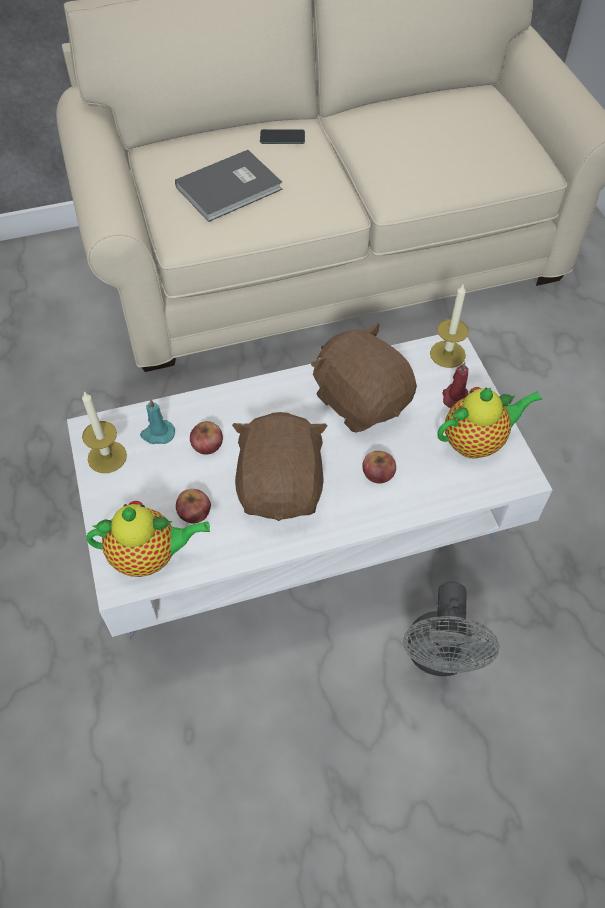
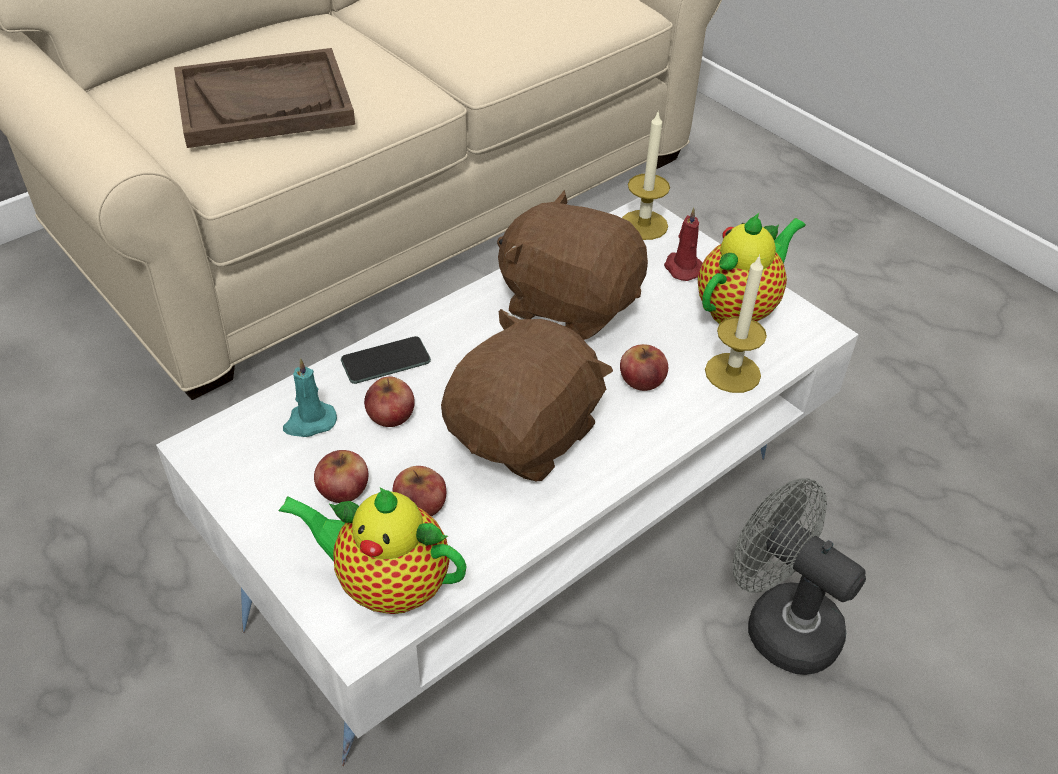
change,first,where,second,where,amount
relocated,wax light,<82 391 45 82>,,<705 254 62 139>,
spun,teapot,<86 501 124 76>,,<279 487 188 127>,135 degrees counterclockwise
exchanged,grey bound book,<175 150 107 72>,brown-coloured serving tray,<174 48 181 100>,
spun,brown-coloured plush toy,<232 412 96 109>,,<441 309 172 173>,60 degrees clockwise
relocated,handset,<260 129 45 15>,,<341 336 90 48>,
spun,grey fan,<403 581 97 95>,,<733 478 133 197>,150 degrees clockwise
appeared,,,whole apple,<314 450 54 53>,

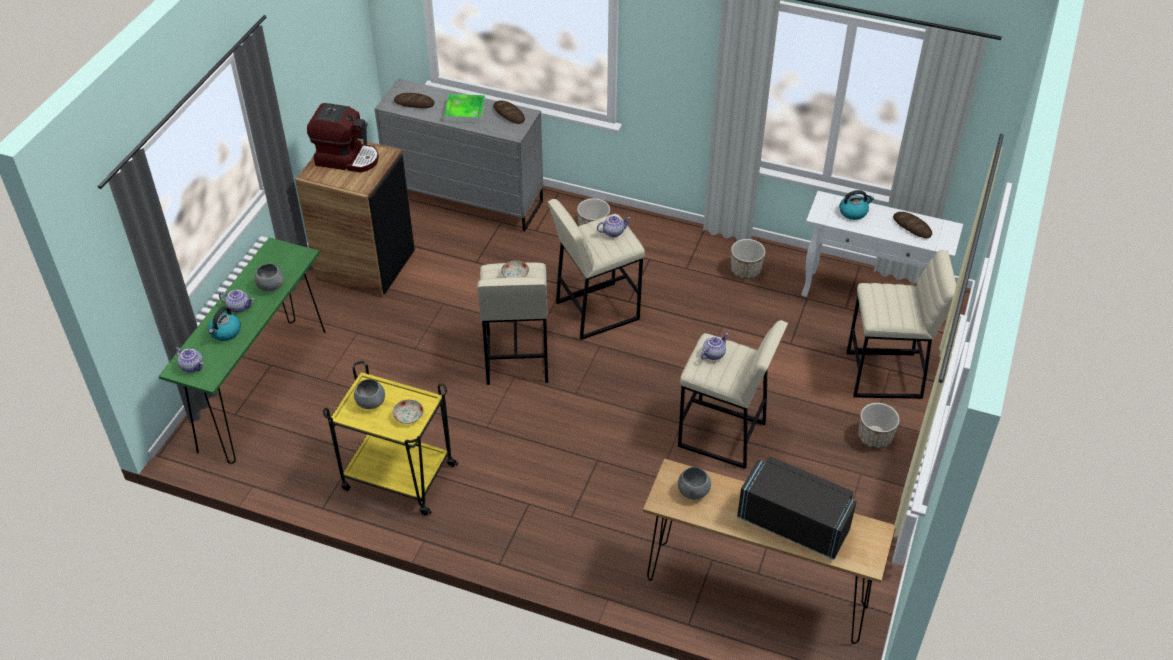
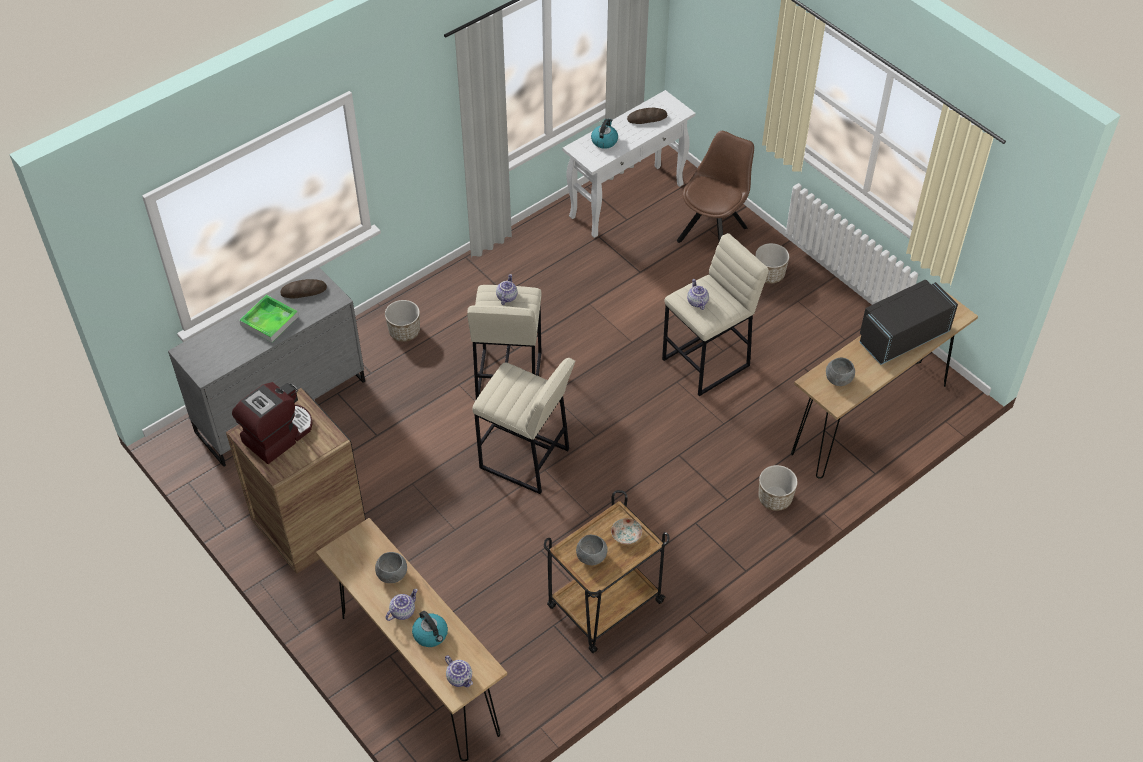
change,first,where,second,where,amount
colour,green hall table,<159 237 167 227>,brown-coloured hall table,<316 518 191 243>,
spun,teapot,<175 347 28 26>,,<445 655 28 32>,75 degrees clockwise
colour,yellowish cart,<323 361 135 155>,brown-coloured cart,<544 490 125 163>,
missing,baked bread,<394 93 41 15>,,,
missing,plate,<501 261 28 17>,,,
relocated,flower pot,<731 239 34 40>,,<758 465 40 46>,
exchanged,beige-coloured stool seat,<847 250 109 149>,brown-coloured plain chair,<677 131 77 112>,

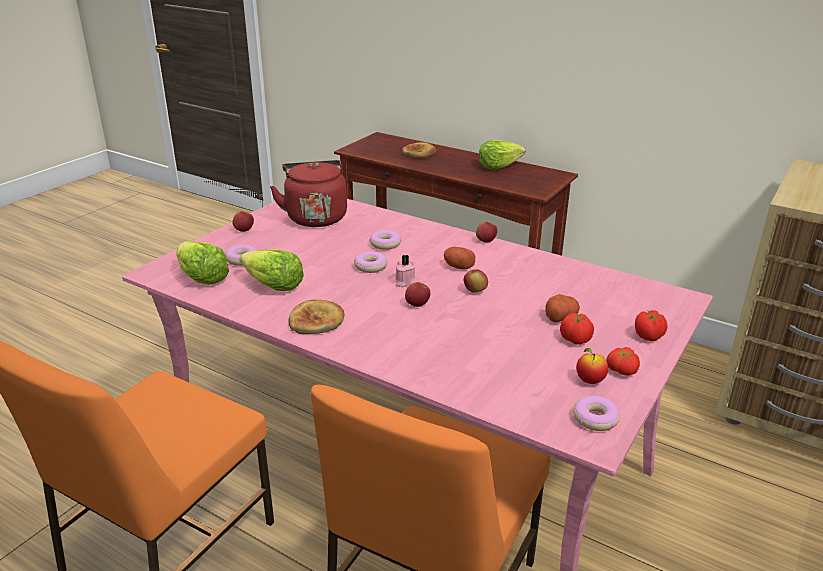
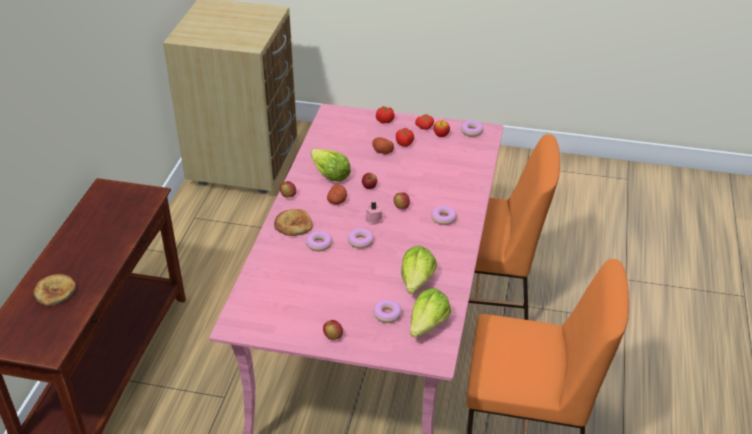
change,first,where,second,where,amount
missing,red-coloured tea kettle,<270 160 77 67>,,,
relocated,baked bread,<289 300 55 34>,,<274 209 39 27>,
relocated,lettuce,<479 140 47 30>,,<310 149 41 33>,
appeared,,,ring doughnut,<431 206 26 19>,

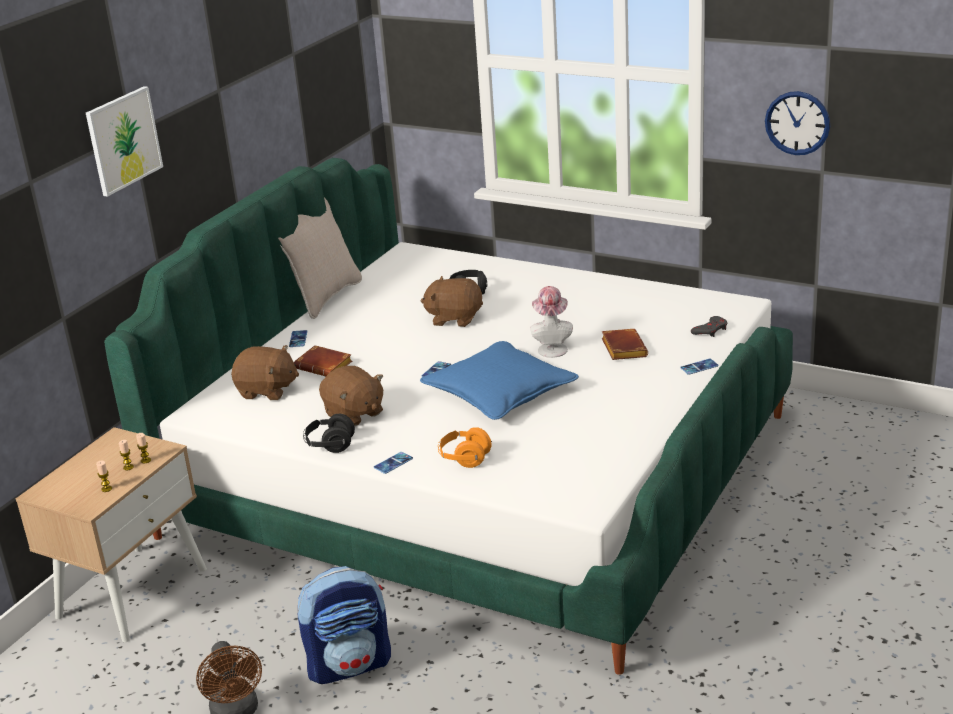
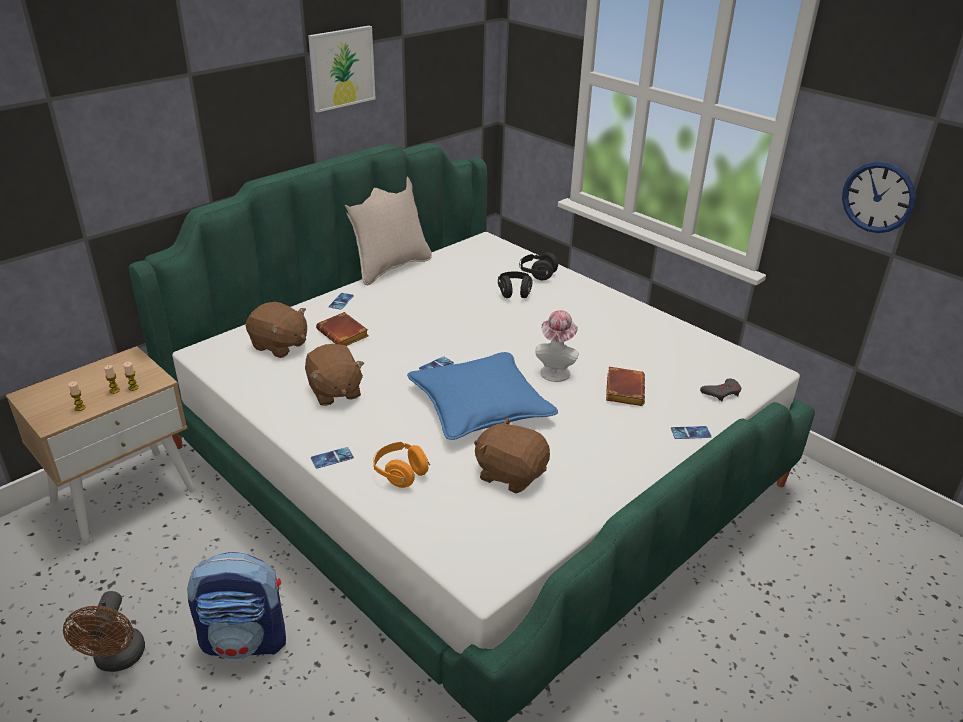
change,first,where,second,where,amount
relocated,picture,<86 86 77 111>,,<308 26 67 87>,
relocated,black-coloured pair of headphones,<303 414 52 39>,,<519 252 39 28>,
relocated,brown-coloured plush toy,<421 276 62 51>,,<474 417 76 76>,

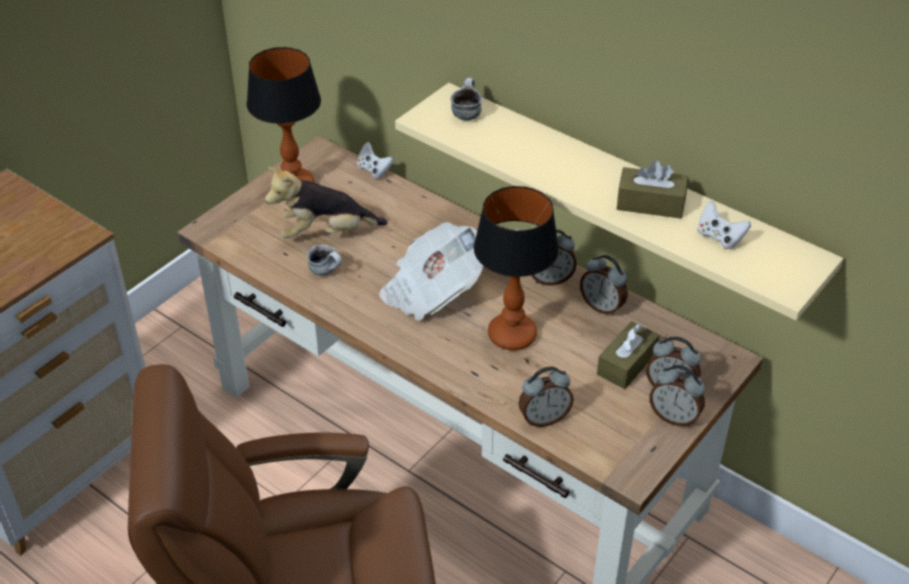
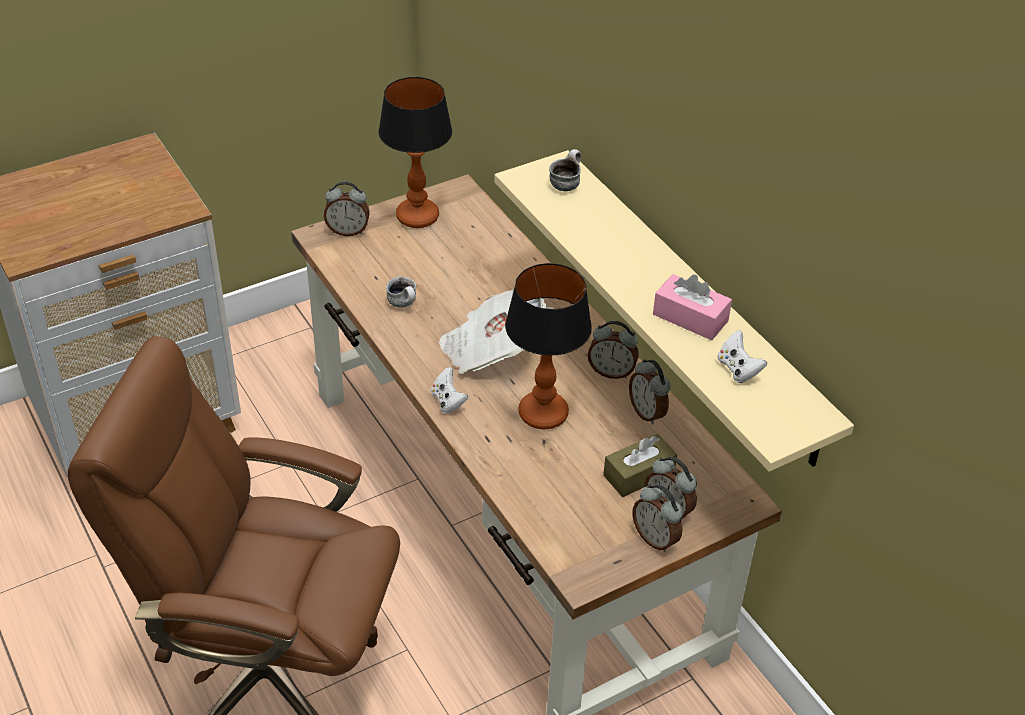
change,first,where,second,where,amount
missing,plush toy,<265 167 123 71>,,,
relocated,whitish game controller,<357 142 37 37>,,<431 367 37 47>,
relocated,bedside clock,<518 367 56 60>,,<324 182 46 54>,
colour,brown-coloured box of tissues,<617 161 71 57>,pink box of tissues,<653 274 79 66>,

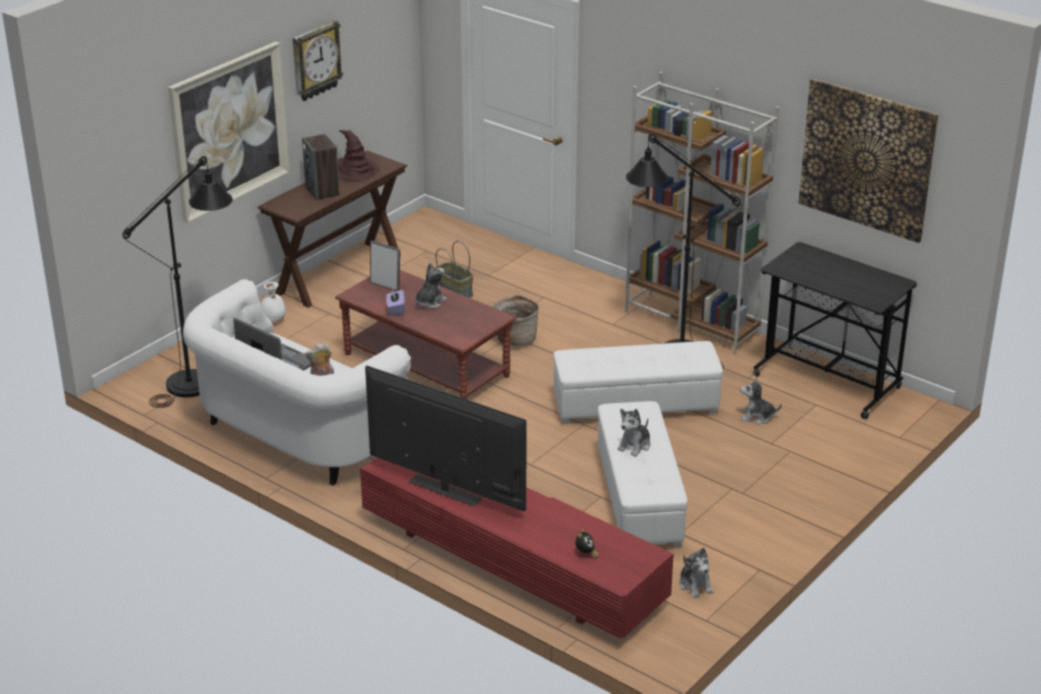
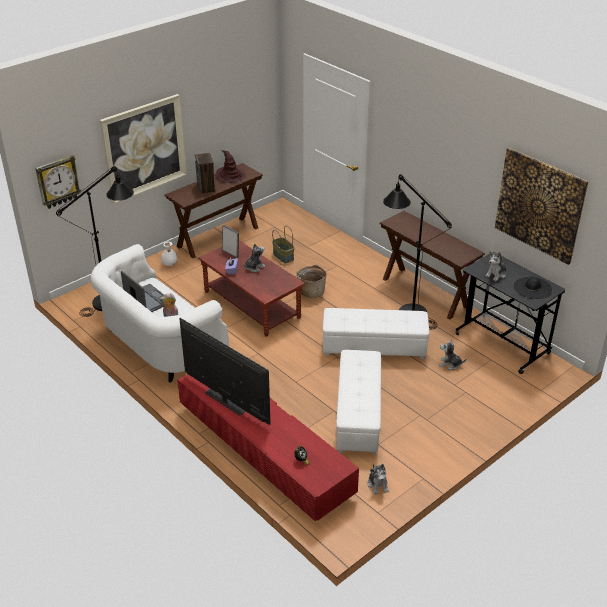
change,first,where,second,where,amount
relocated,clock on the wall,<293 20 50 81>,,<35 155 46 54>,
relocated,plush toy,<617 409 34 48>,,<485 251 21 30>,
exchanged,brown-coloured bookcase,<625 72 154 282>,brown-coloured hall table,<379 211 106 108>,
appeared,,,black-coloured wearable hat,<514 277 38 22>,

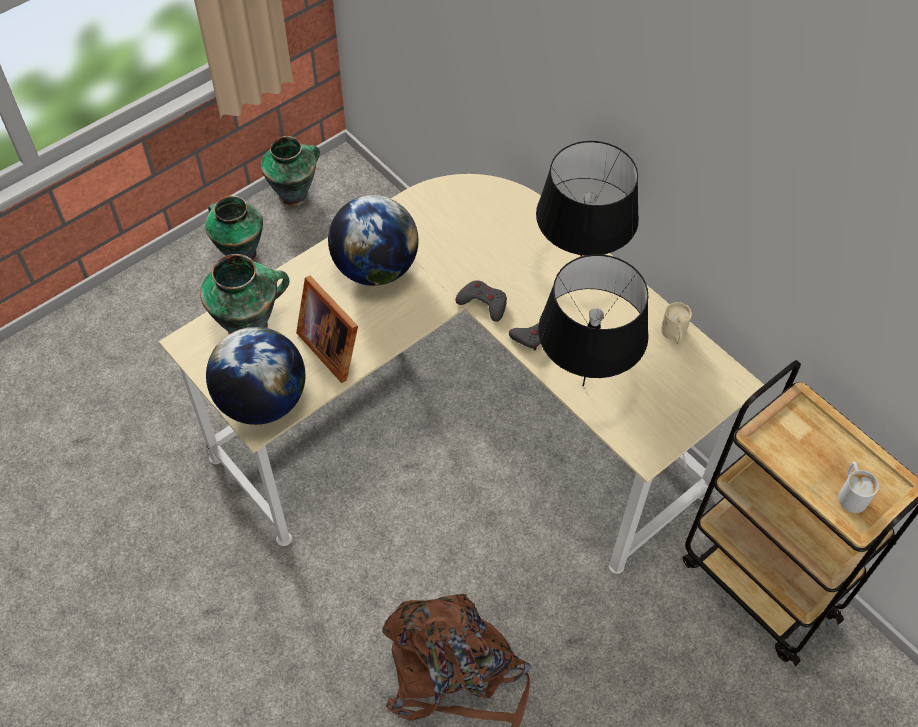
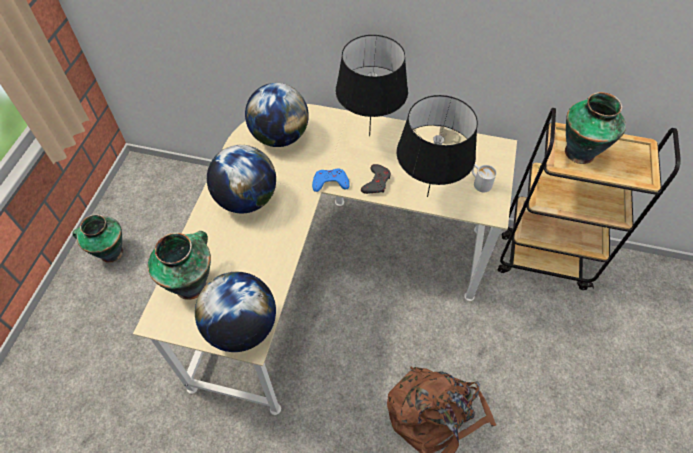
change,first,where,second,where,amount
relocated,decorative vase,<261 136 59 70>,,<565 92 61 72>,
missing,photo frame,<296 276 62 107>,,,
colour,grey game controller,<455 280 52 42>,blue game controller,<312 169 38 23>,
relocated,whitish mug,<838 462 41 51>,,<471 164 26 28>,
appeared,,,desk globe,<245 83 64 64>,

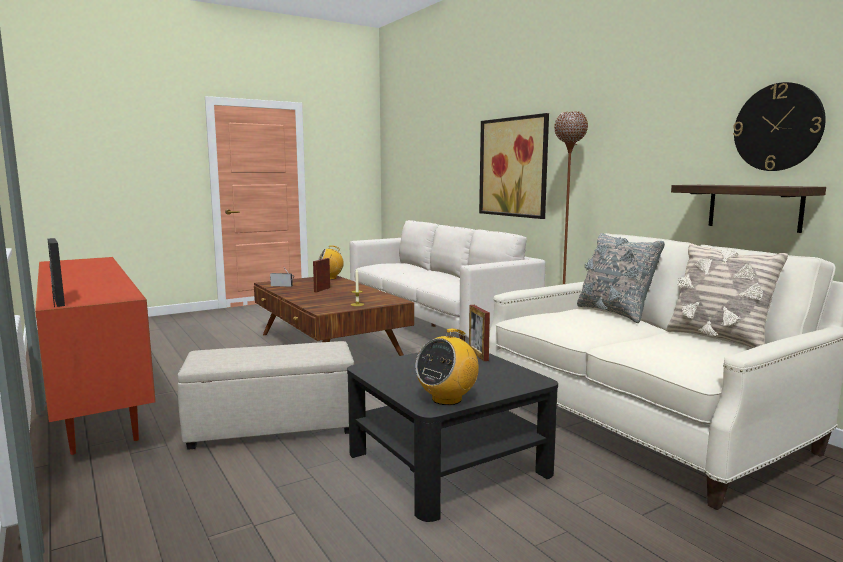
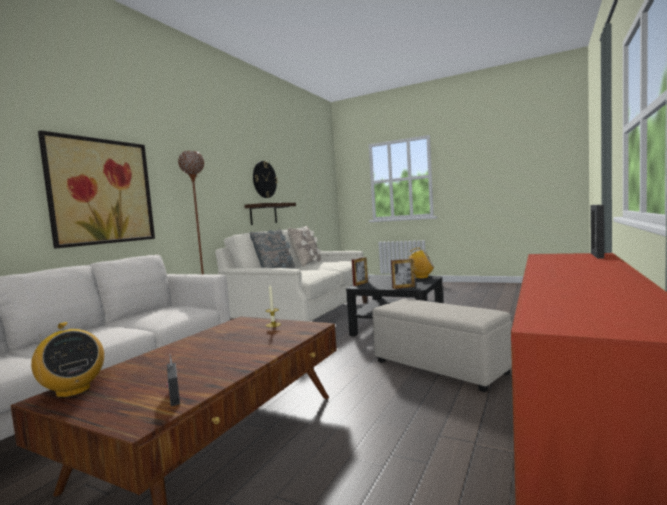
change,first,where,second,where,amount
relocated,photo frame,<313 258 17 35>,,<391 259 24 30>,

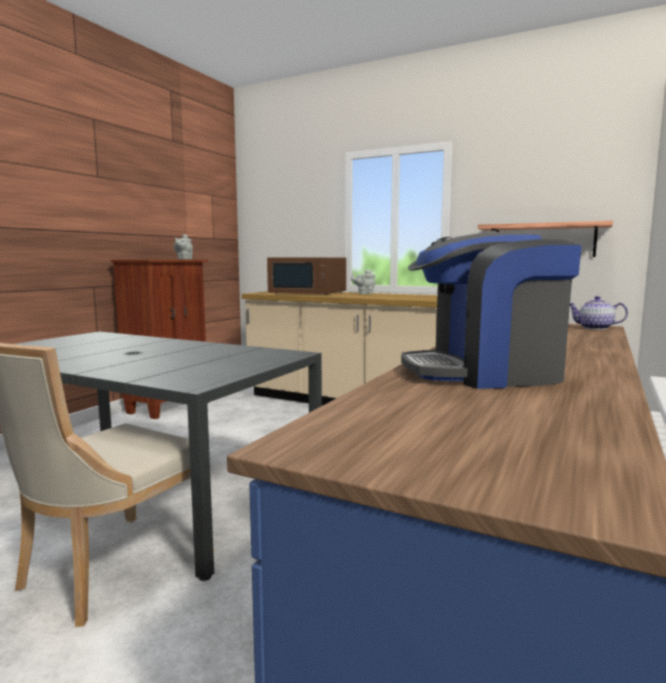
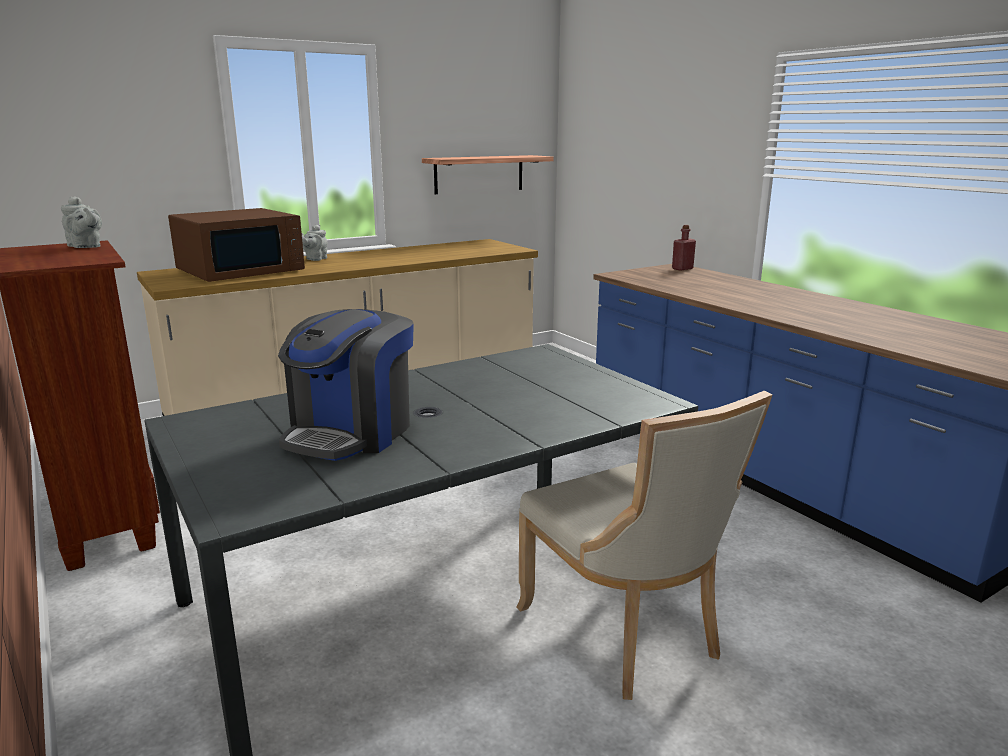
change,first,where,second,where,amount
relocated,coffee brewer,<401 232 180 157>,,<278 309 136 152>,
exchanged,teapot,<570 296 58 34>,red-coloured beverage bottle,<672 225 24 46>,

